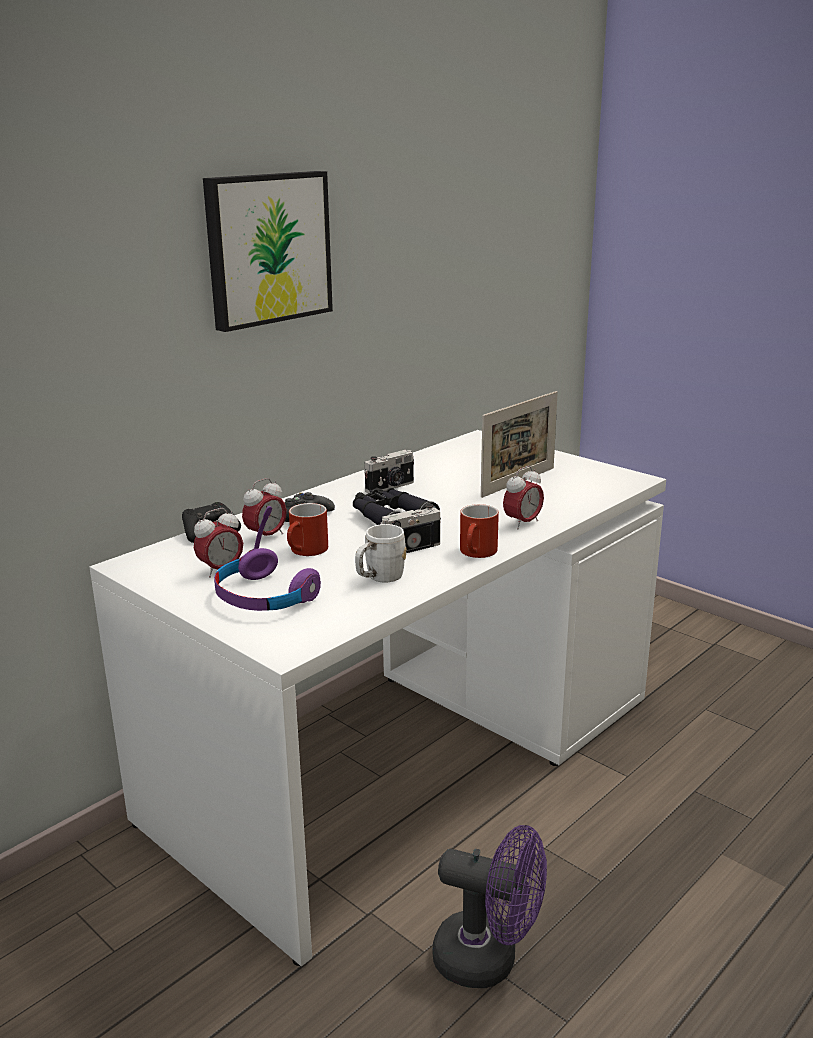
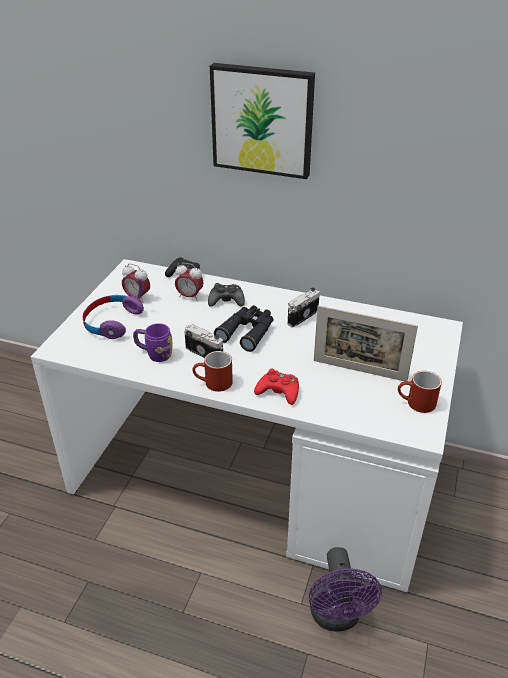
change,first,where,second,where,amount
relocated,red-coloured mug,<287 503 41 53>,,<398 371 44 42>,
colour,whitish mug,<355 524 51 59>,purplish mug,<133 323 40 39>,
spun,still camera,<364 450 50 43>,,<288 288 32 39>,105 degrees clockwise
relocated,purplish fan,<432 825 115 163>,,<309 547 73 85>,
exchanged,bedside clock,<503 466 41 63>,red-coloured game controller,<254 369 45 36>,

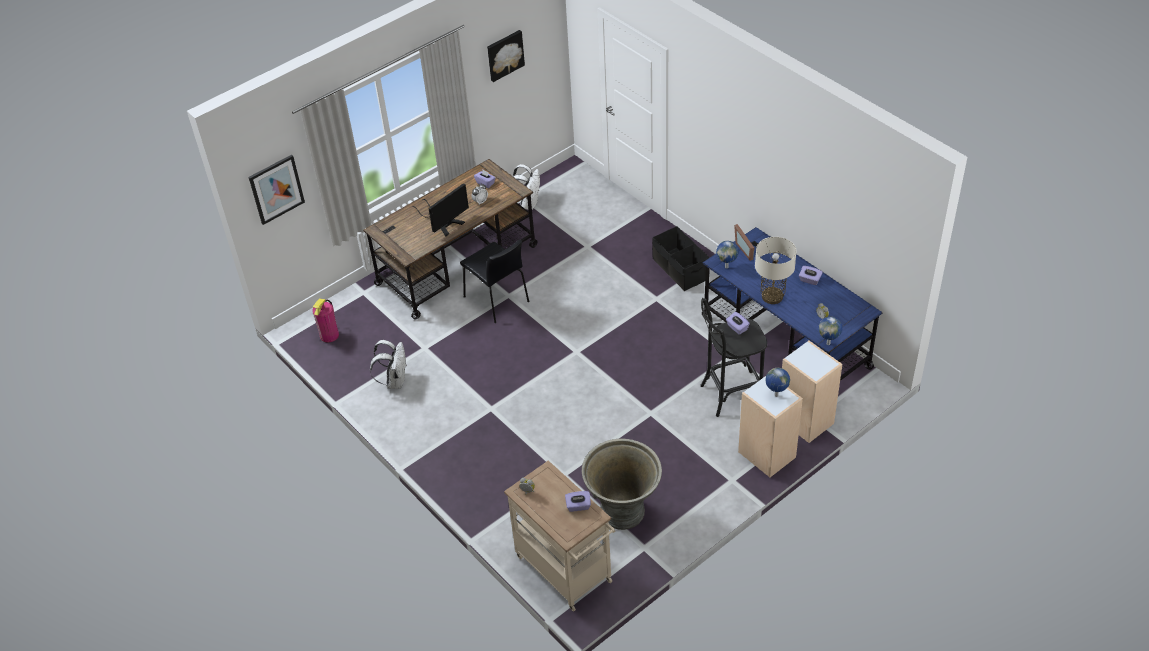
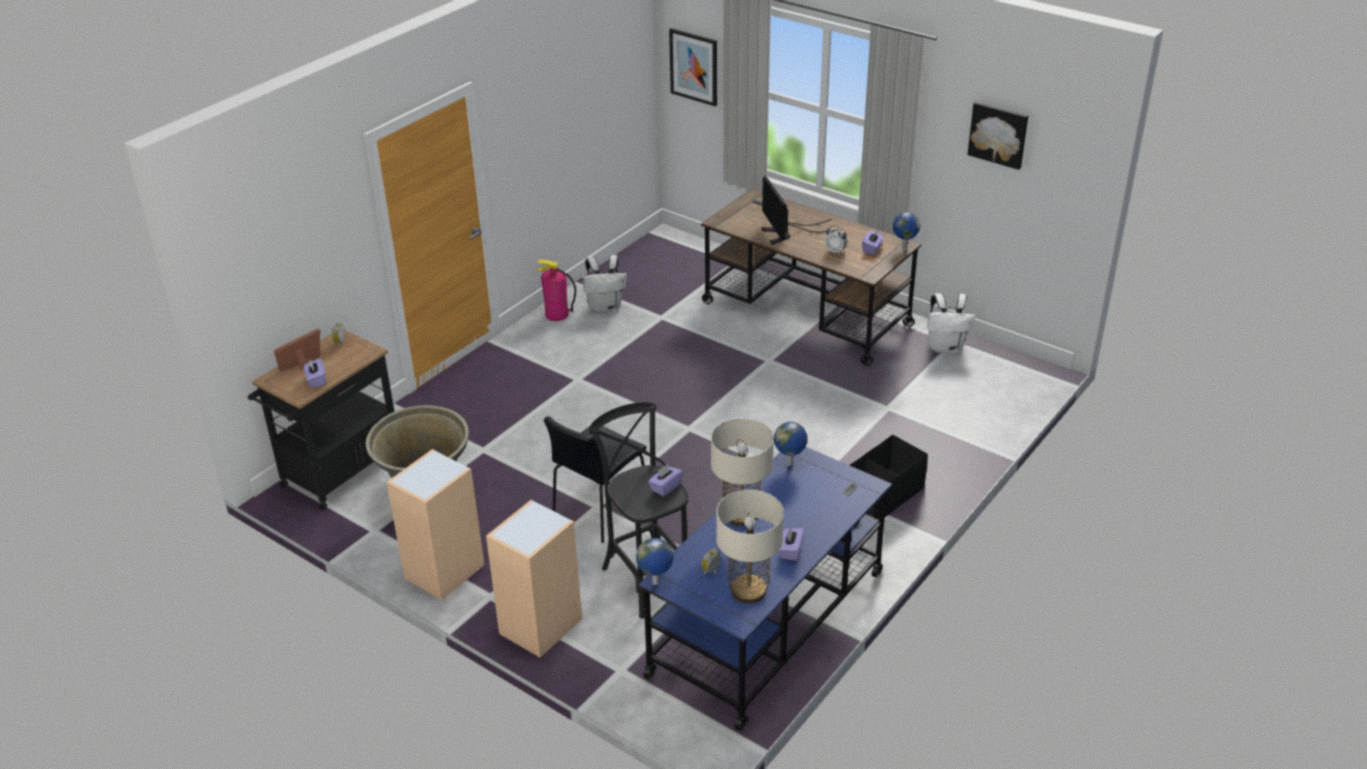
change,first,where,second,where,amount
relocated,extinguisher,<312 298 27 45>,,<537 259 39 62>,
spun,computer display,<412 183 57 53>,,<761 176 77 69>,45 degrees clockwise
relocated,black-coloured plain chair,<460 239 69 84>,,<544 416 102 127>,
colour,beige-coloured cart,<504 461 111 150>,black-coloured cart,<248 330 147 181>,
relocated,photo frame,<734 224 20 37>,,<274 328 46 44>,
relocated,desk globe,<765 368 25 29>,,<893 212 27 38>,
relocated,bookcase,<782 341 60 102>,,<387 449 97 151>,
appeared,,,tabletop lamp,<716 490 68 114>,

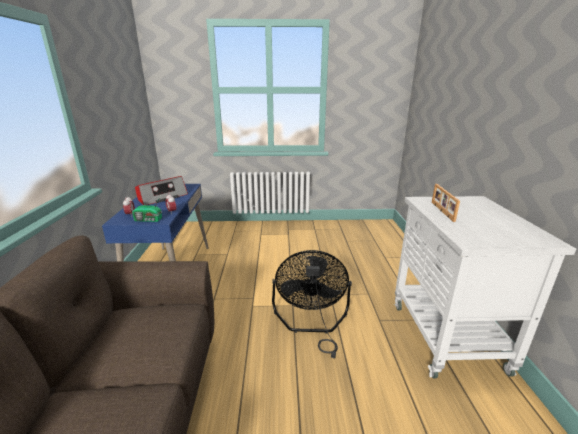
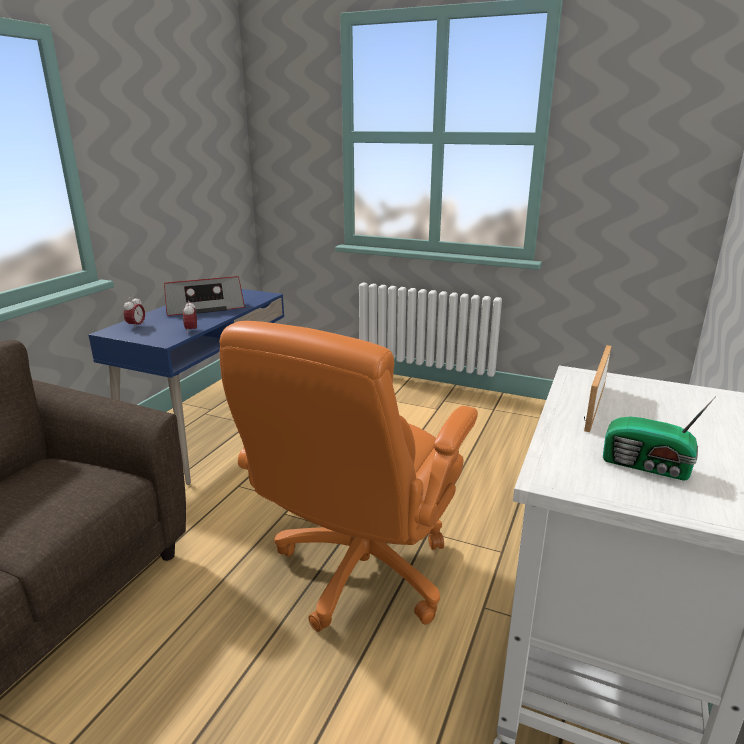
change,first,where,second,where,amount
relocated,radio,<132 197 30 25>,,<603 396 113 85>,
exchanged,black-coloured fan,<272 250 80 109>,orangey office chair,<219 321 259 311>,

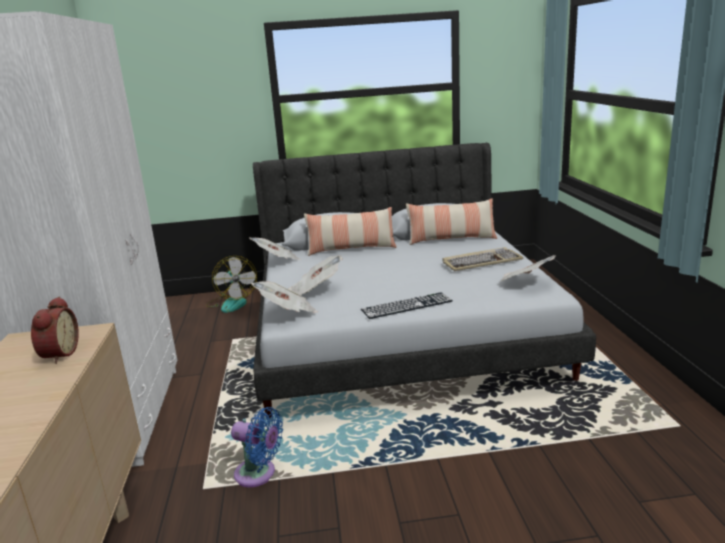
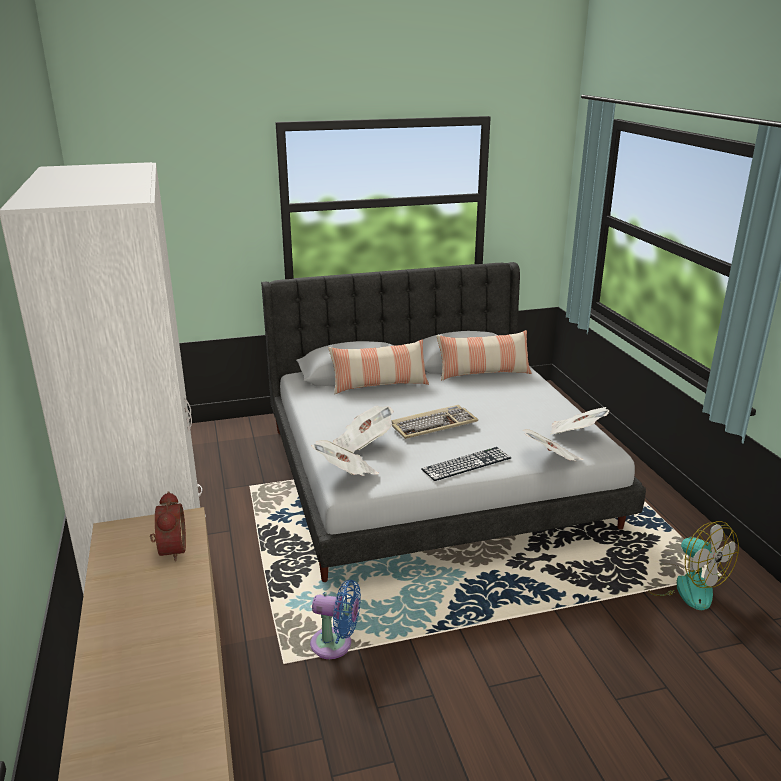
change,first,where,second,where,amount
relocated,fan,<206 256 51 57>,,<648 521 91 89>,
relocated,daily paper,<249 238 52 22>,,<523 429 61 33>,
relocated,keyboard,<443 247 80 24>,,<391 405 87 34>,

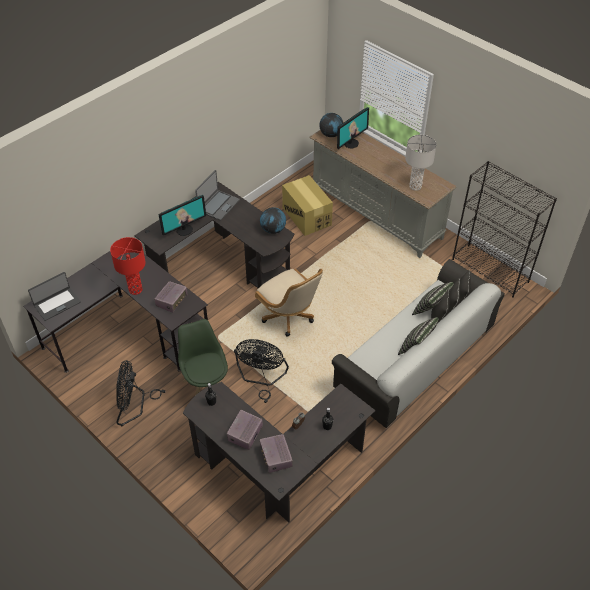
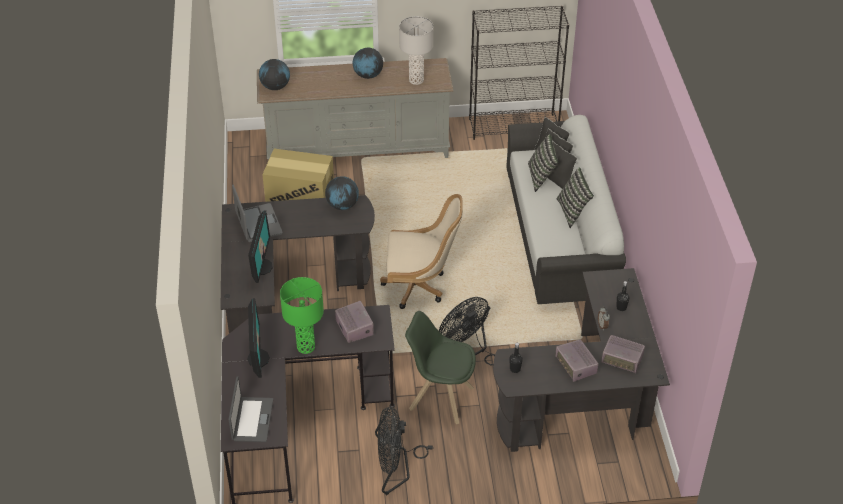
change,first,where,second,where,amount
colour,red-coloured tabletop lamp,<110 237 36 58>,green tabletop lamp,<280 277 44 77>,
spun,black-coloured fan,<116 360 49 67>,,<375 407 58 89>,45 degrees clockwise
relocated,computer display,<337 107 32 42>,,<247 298 23 80>,
appeared,,,desk globe,<352 48 31 31>,

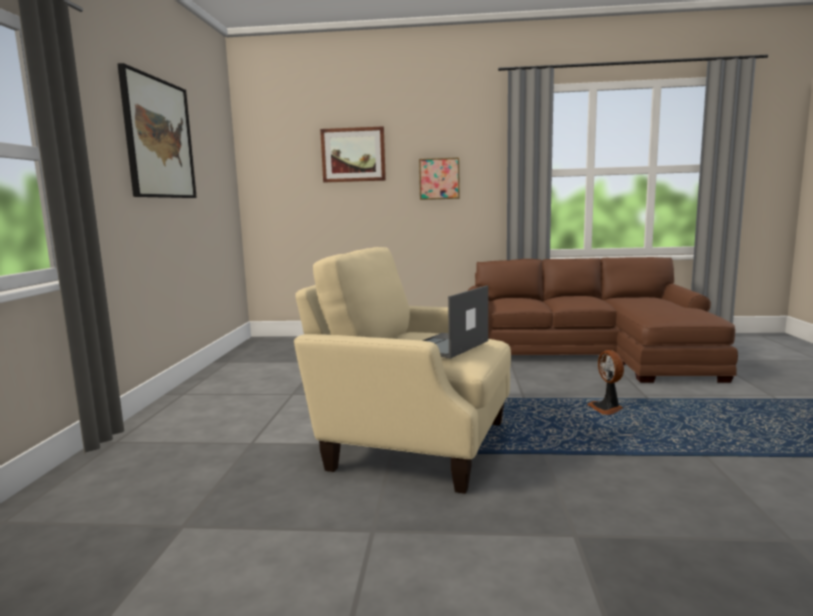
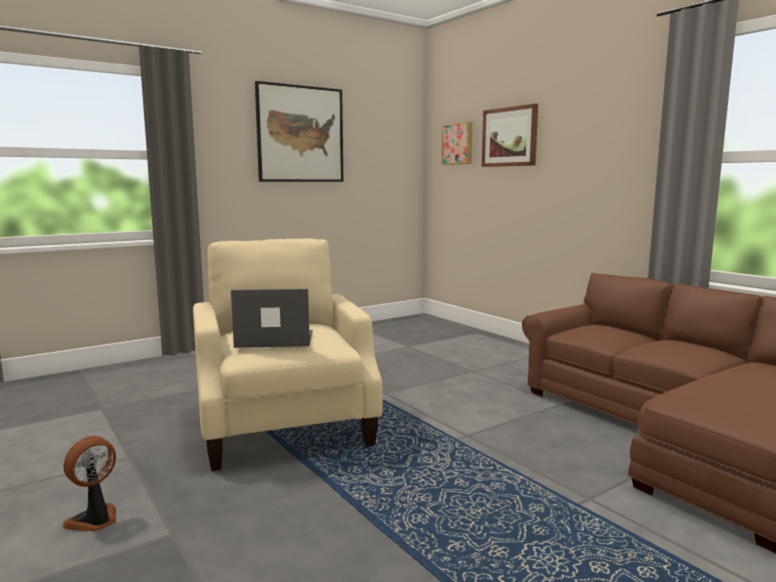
change,first,where,second,where,amount
relocated,picture,<419 158 41 42>,,<442 122 30 43>,
relocated,fan,<587 350 37 65>,,<63 436 53 95>,

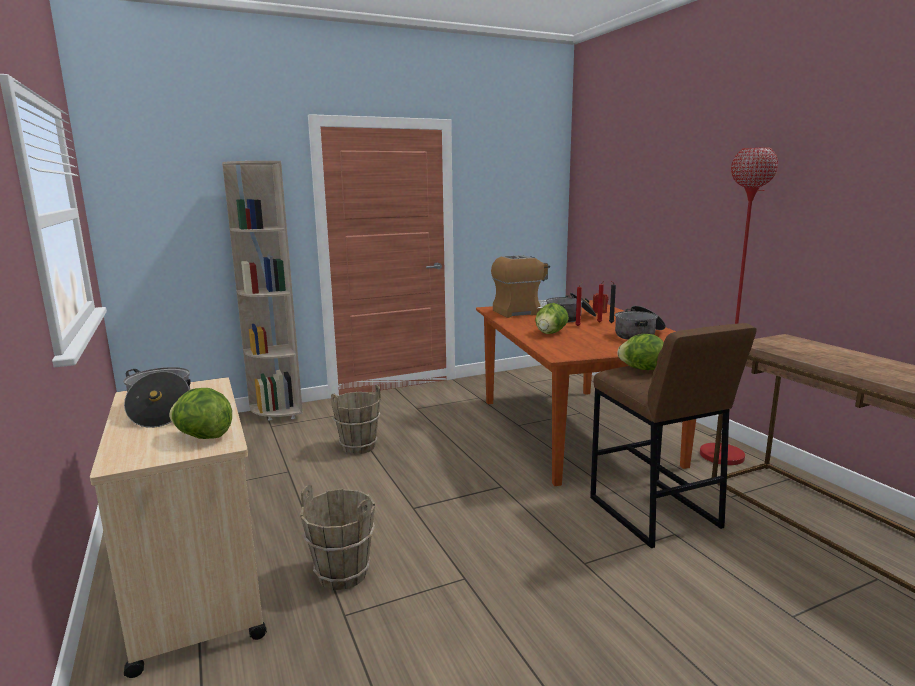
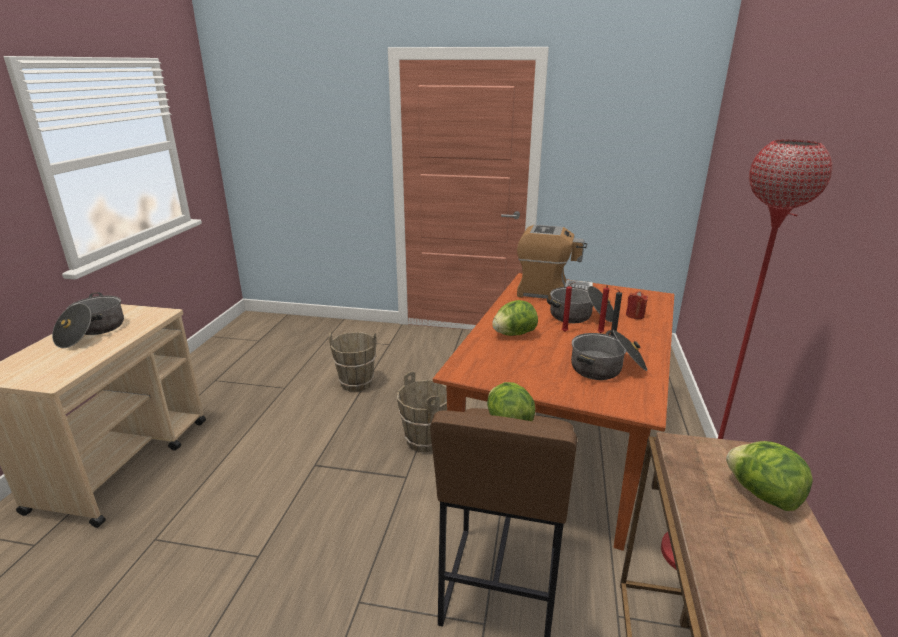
change,first,where,second,where,amount
relocated,lettuce,<169 388 63 51>,,<726 441 87 70>,
missing,beige-coloured bookcase,<222 161 81 259>,,,
relocated,brown-coloured bucket,<300 485 75 105>,,<397 371 50 81>,

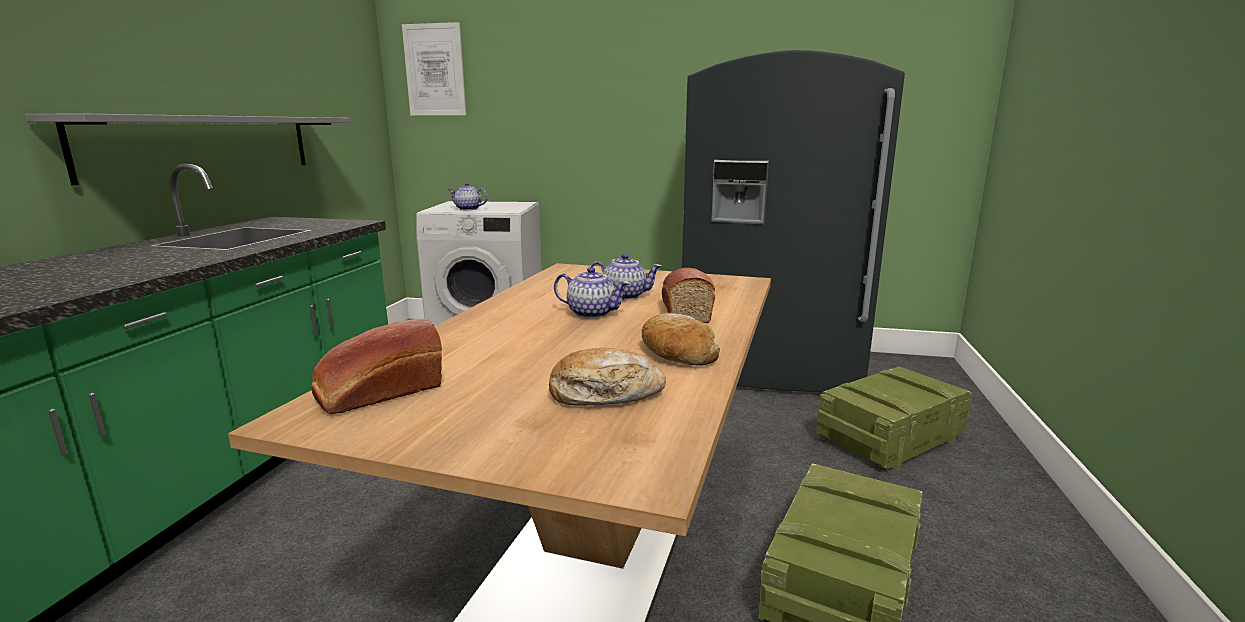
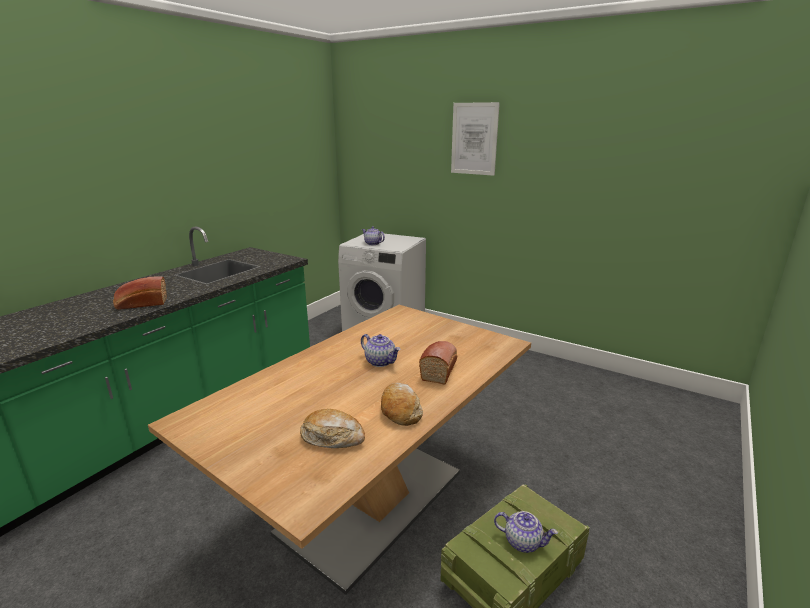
change,first,where,second,where,amount
missing,grey wall shelf,<24 113 326 72>,,,
relocated,baked bread,<311 319 131 95>,,<113 276 54 33>,
relocated,picture,<402 22 64 93>,,<451 102 49 74>,
relocated,teapot,<590 254 72 46>,,<494 511 64 42>,
missing,grey refrigerator,<682 50 223 342>,,,
missing,packing crate,<816 367 156 103>,,,

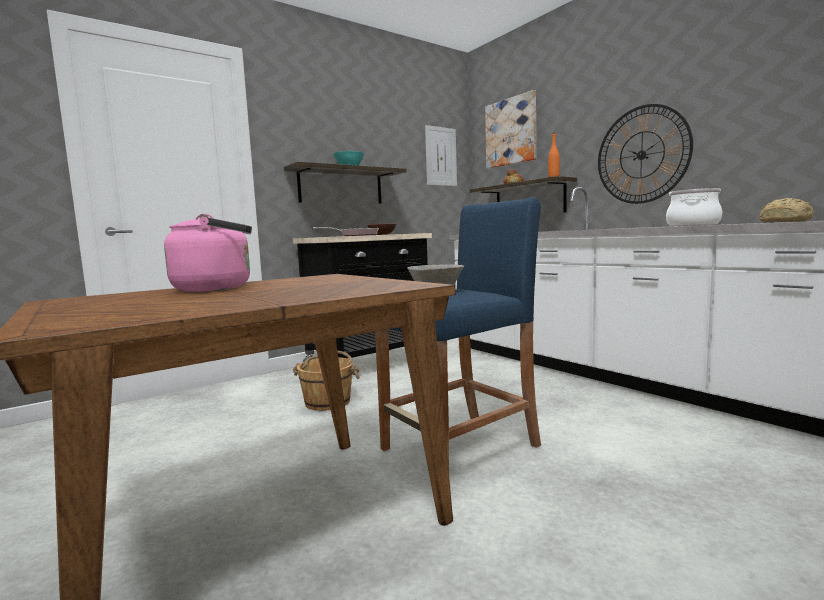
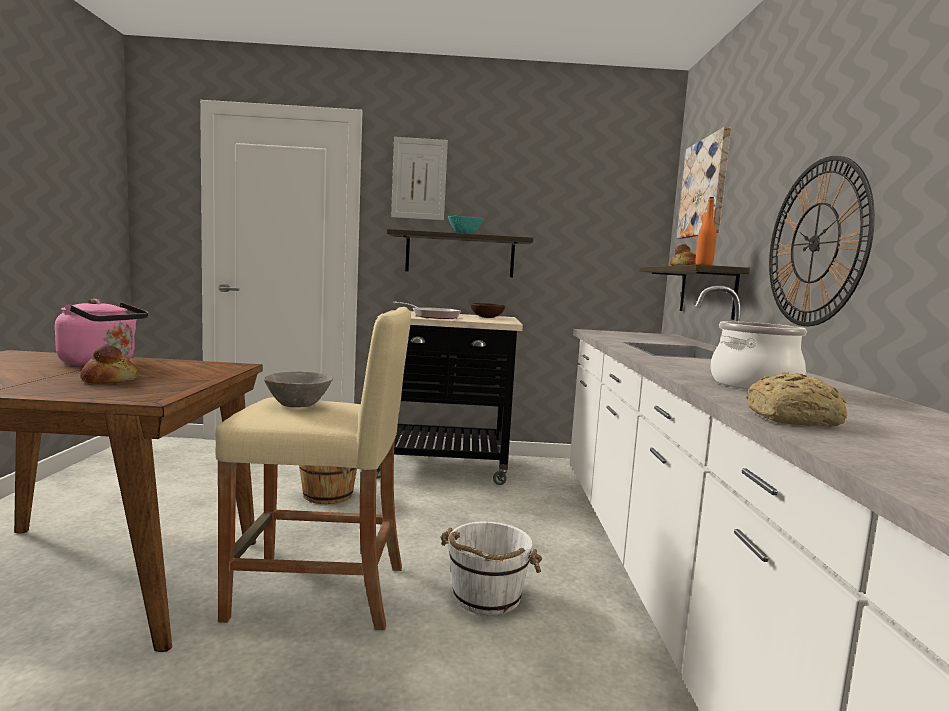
change,first,where,second,where,amount
colour,blue stool seat,<375 197 166 271>,beige-coloured stool seat,<215 307 196 323>,
relocated,picture,<425 125 32 61>,,<391 137 57 83>,
appeared,,,baked bread,<80 345 58 39>,
appeared,,,whitish bucket,<441 522 101 93>,

